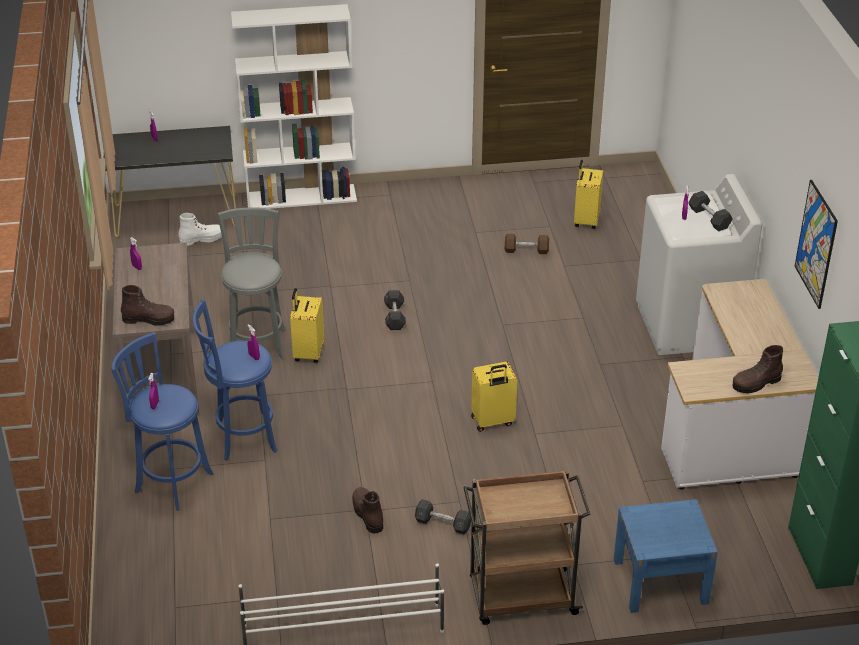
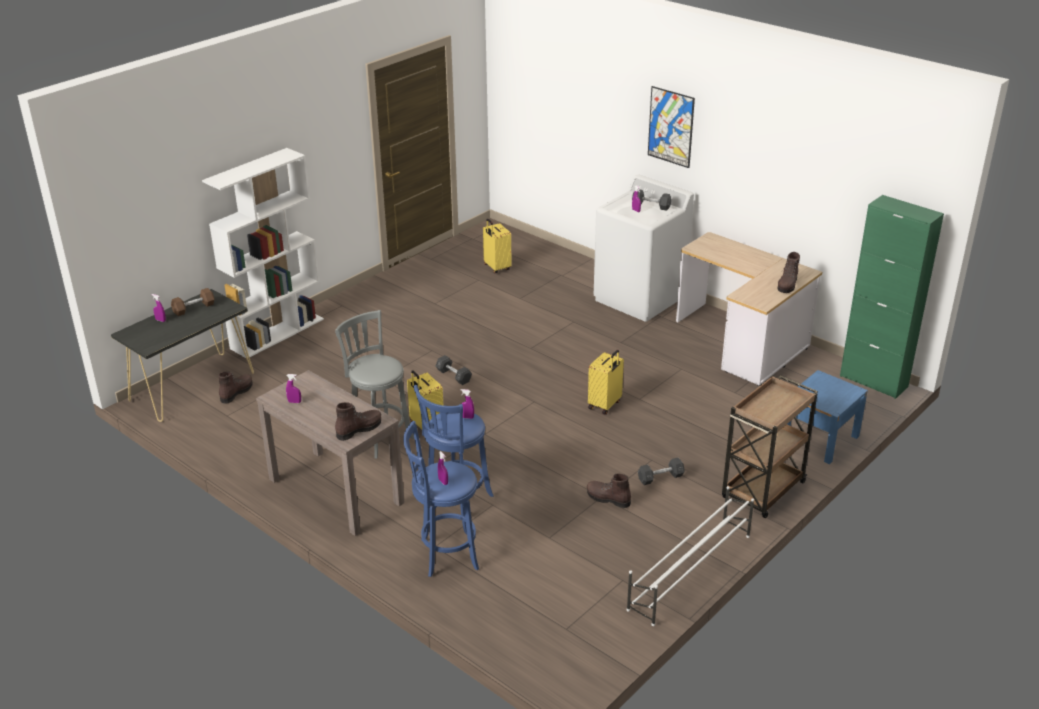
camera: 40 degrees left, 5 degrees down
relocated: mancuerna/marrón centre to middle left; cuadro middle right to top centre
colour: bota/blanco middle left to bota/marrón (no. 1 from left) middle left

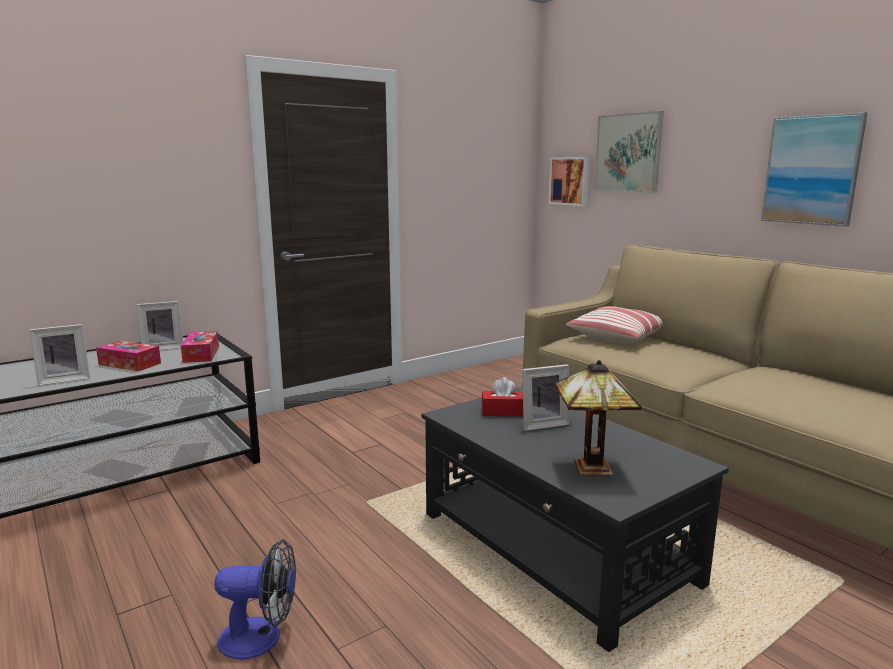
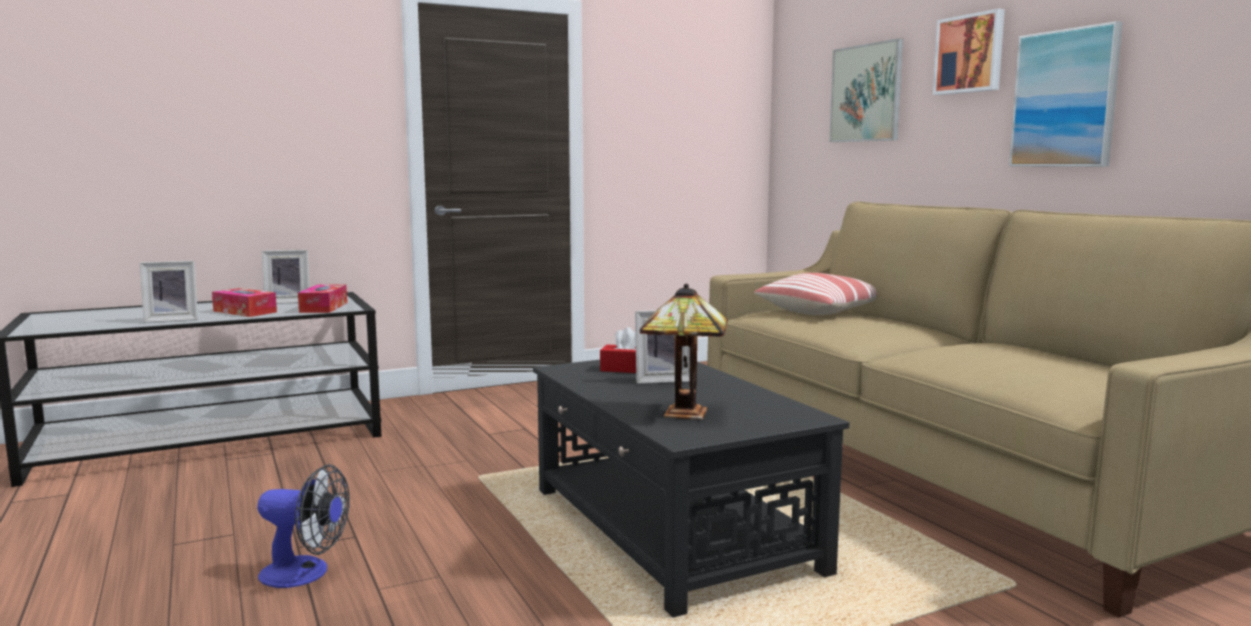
camera: 10 degrees right, 5 degrees down
relocated: cuadro (no. 1 from left in the first image) top centre to cuadro (no. 2 from left) top right

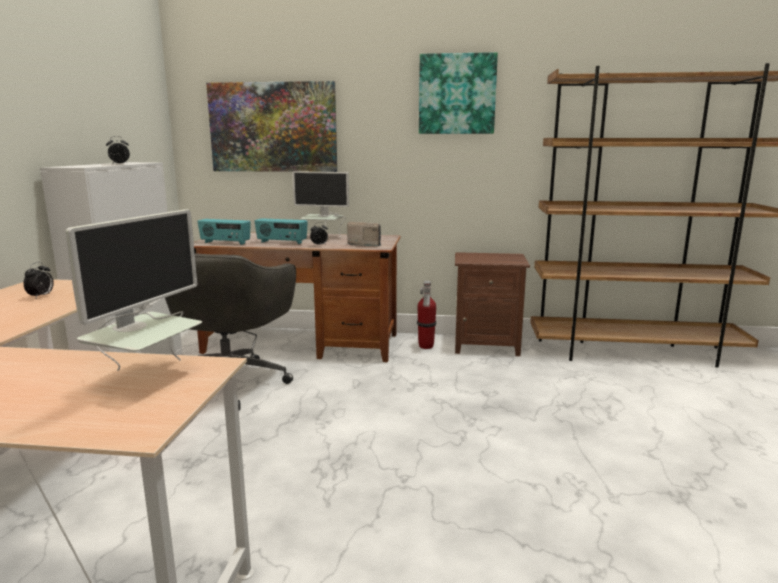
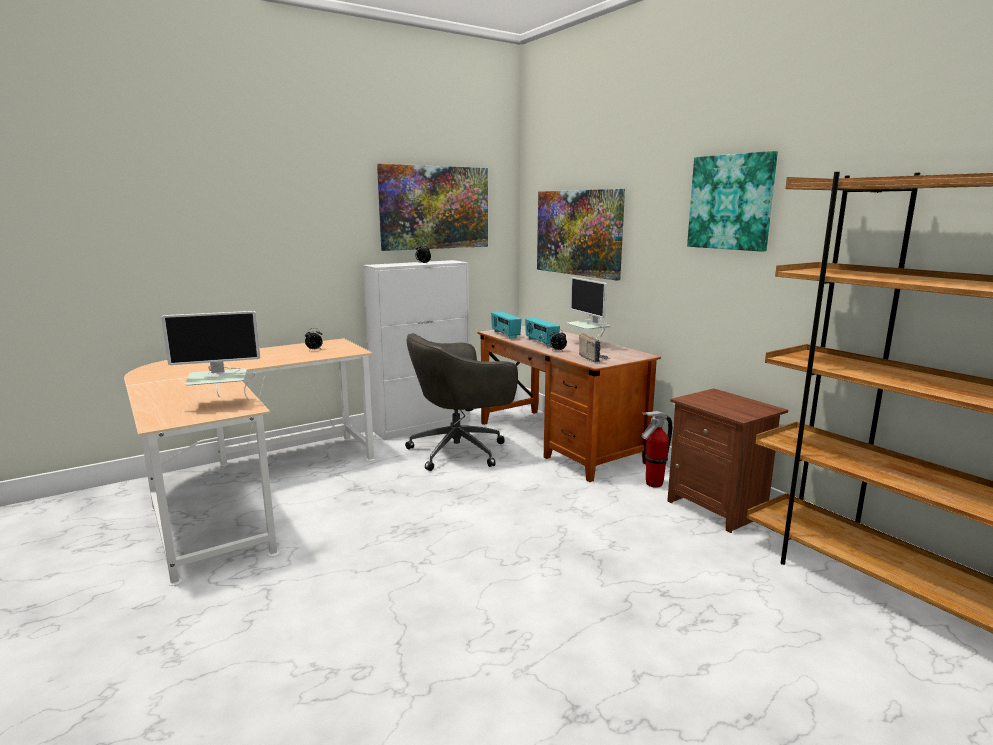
camera: 50 degrees right, 0 degrees up
appeared: cuadro (no. 1 from left) top centre

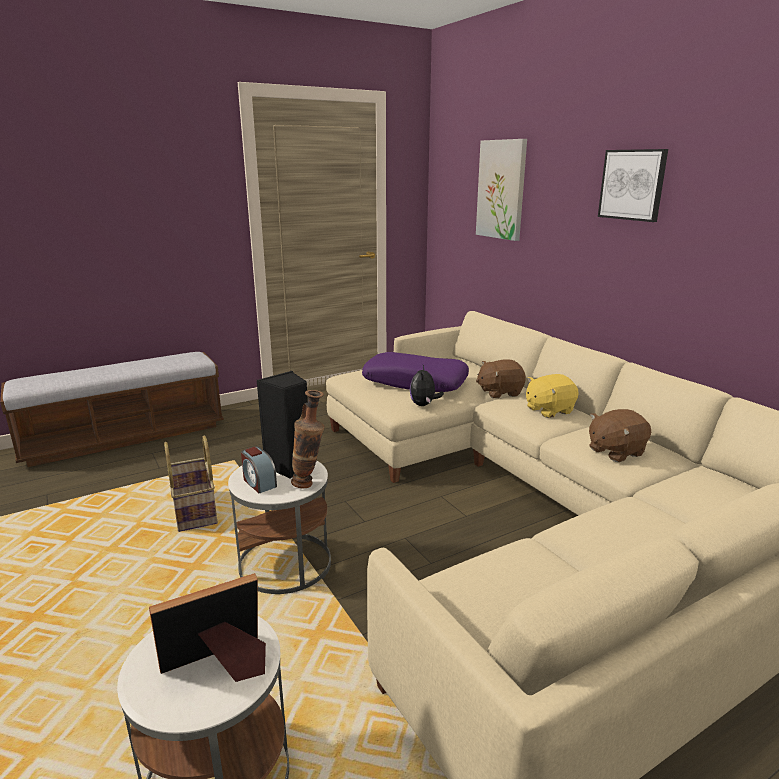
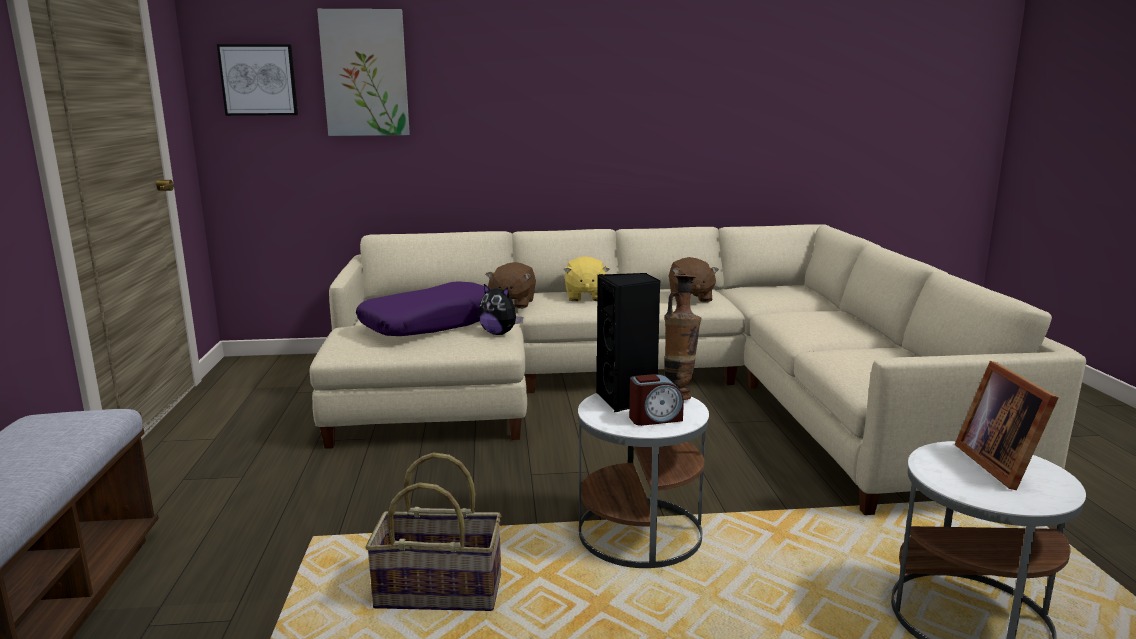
camera: 65 degrees left, 5 degrees down
relocated: cuadro (no. 2 from left in the first image) top right to cuadro (no. 1 from left) top left

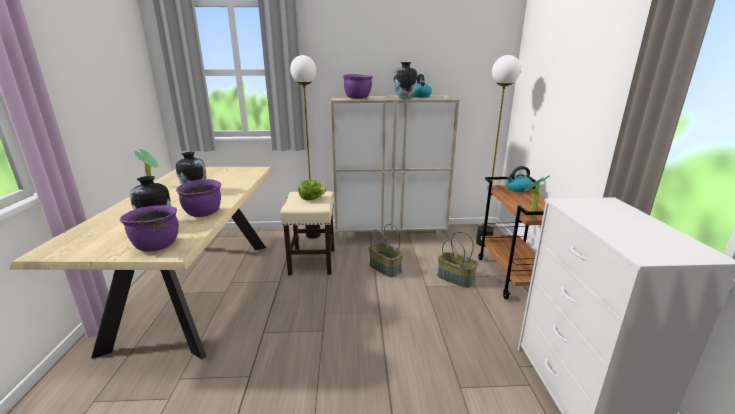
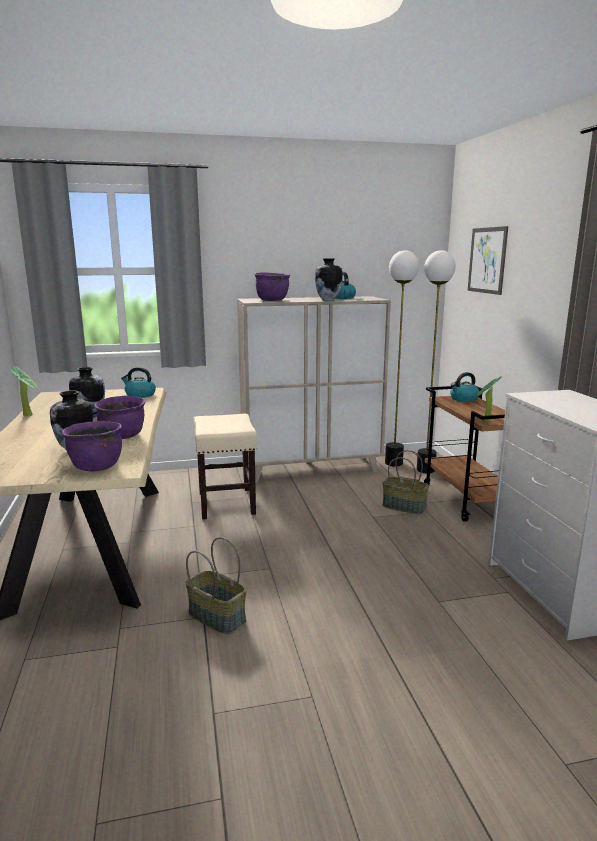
camera: 10 degrees left, 5 degrees down
missing: lechuga centre
appeared: hervidor (no. 1 from left) middle left; cuadro top right
relocated: lámpara de pie (no. 1 from left) centre to middle right; cesta (no. 1 from left) centre to bottom centre

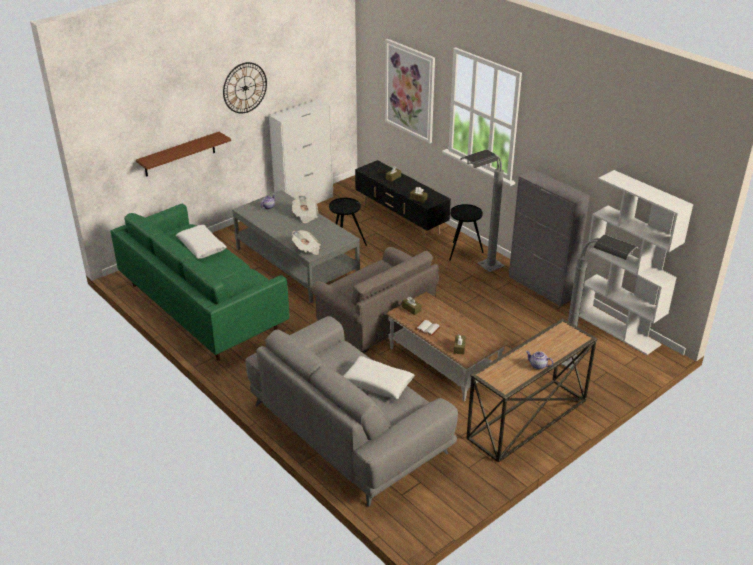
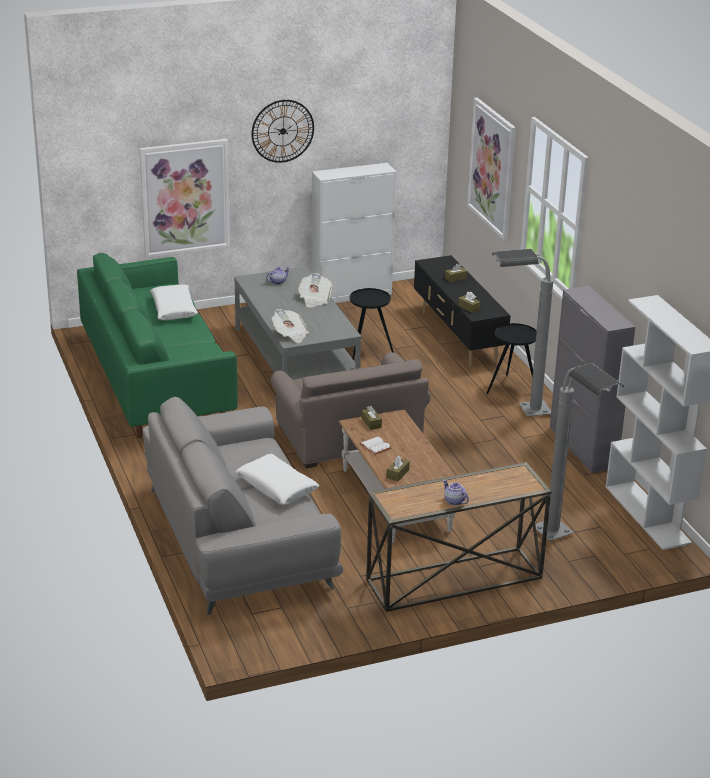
camera: 20 degrees right, 5 degrees down
exchanged: estante/marrón top left to cuadro (no. 1 from left) top left

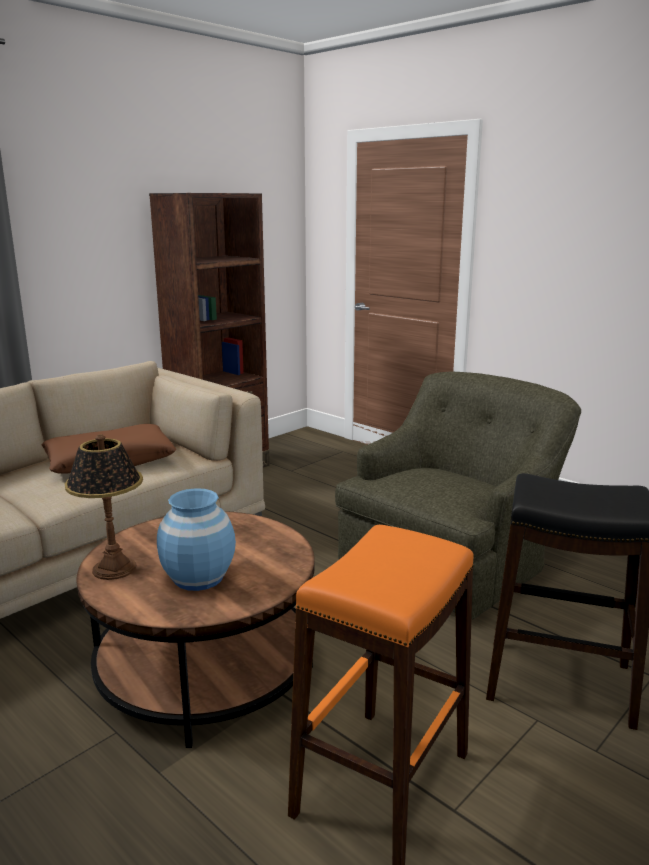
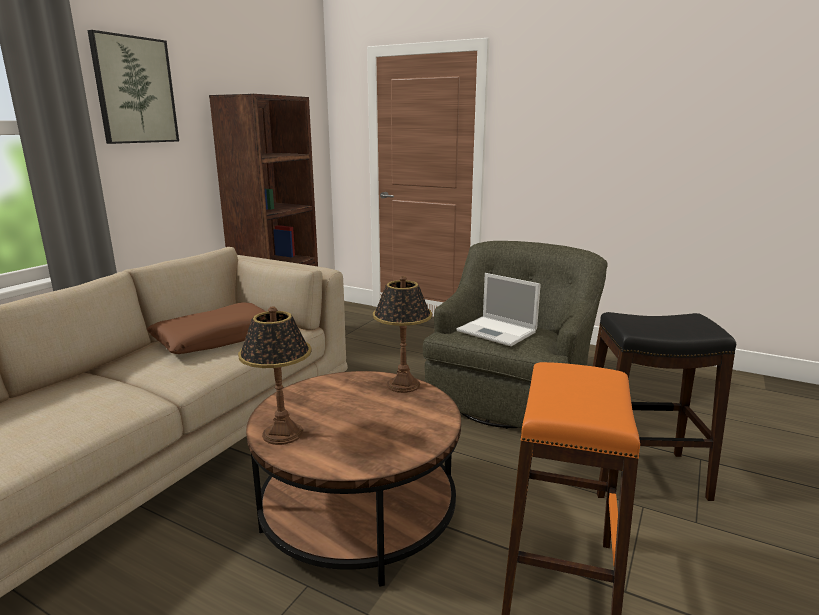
camera: 15 degrees left, 0 degrees up
missing: florero/azul middle left
appeared: cuadro top left; lámpara de mesa (no. 2 from left) centre; portátil centre

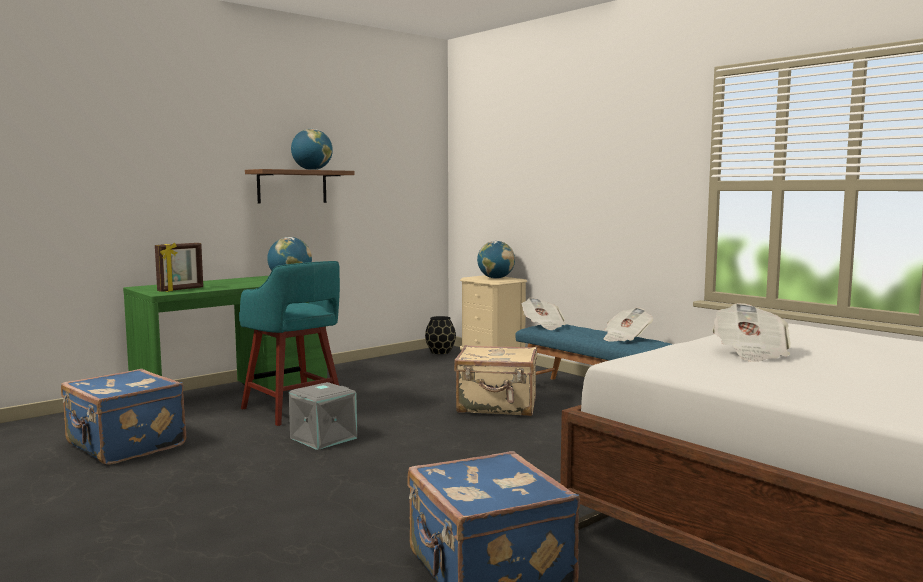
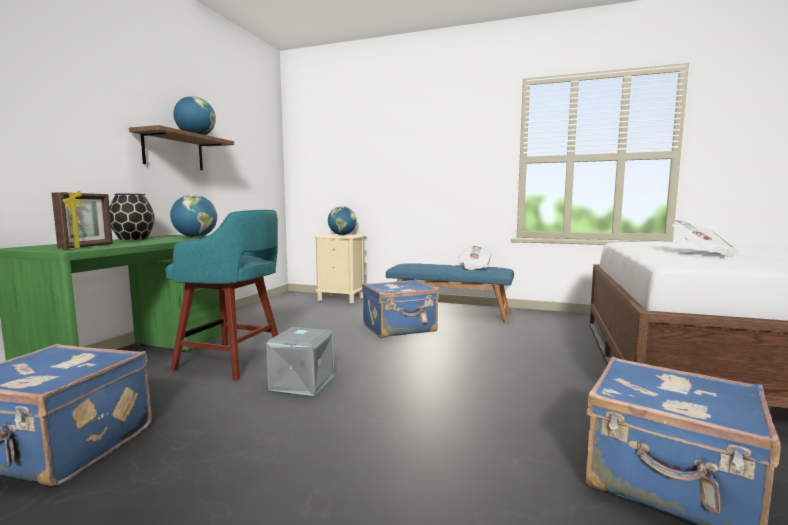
camera: 30 degrees left, 0 degrees up
missing: periódico (no. 1 from left) centre
relocated: florero/negro centre to middle left
colour: maleta/beis centre to maleta/azul (no. 2 from left) centre

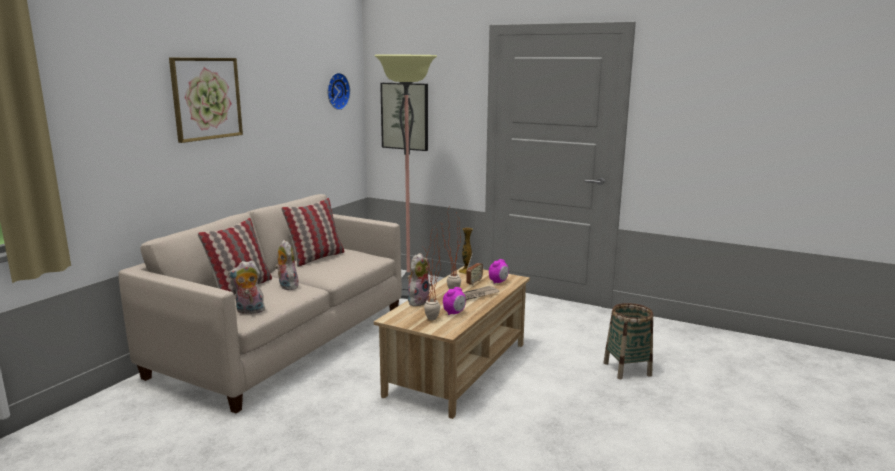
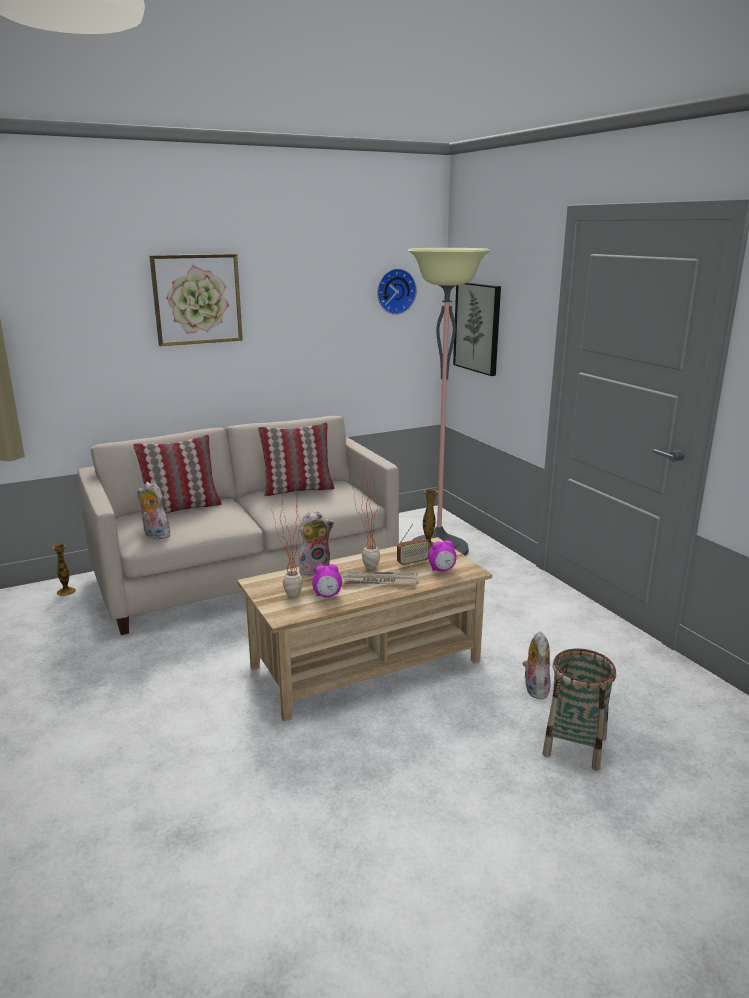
camera: 35 degrees right, 5 degrees up
appeared: florero (no. 1 from left) middle left
relocated: peluche (no. 2 from left in the first image) middle left to peluche (no. 3 from left) bottom right

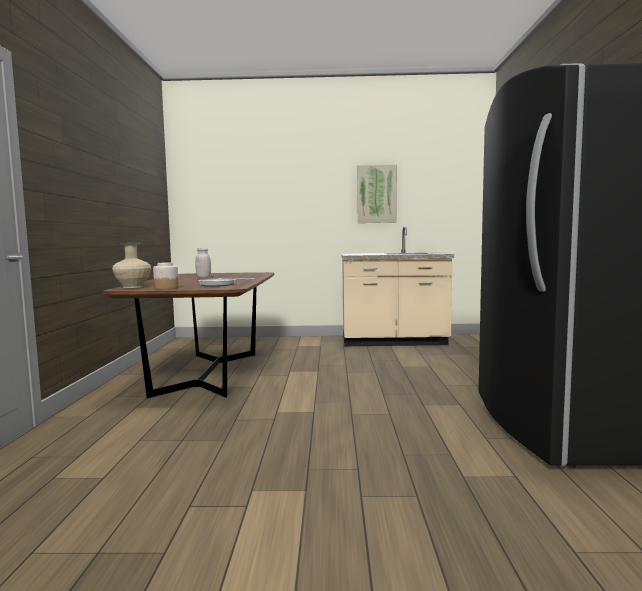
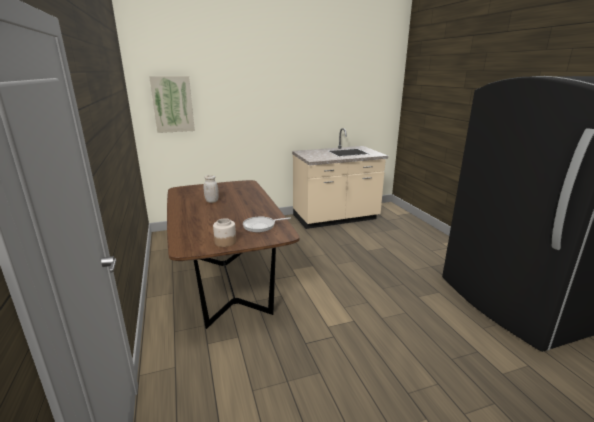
camera: 20 degrees left, 15 degrees up
missing: florero/beis middle left
relocated: cuadro top centre to top left

